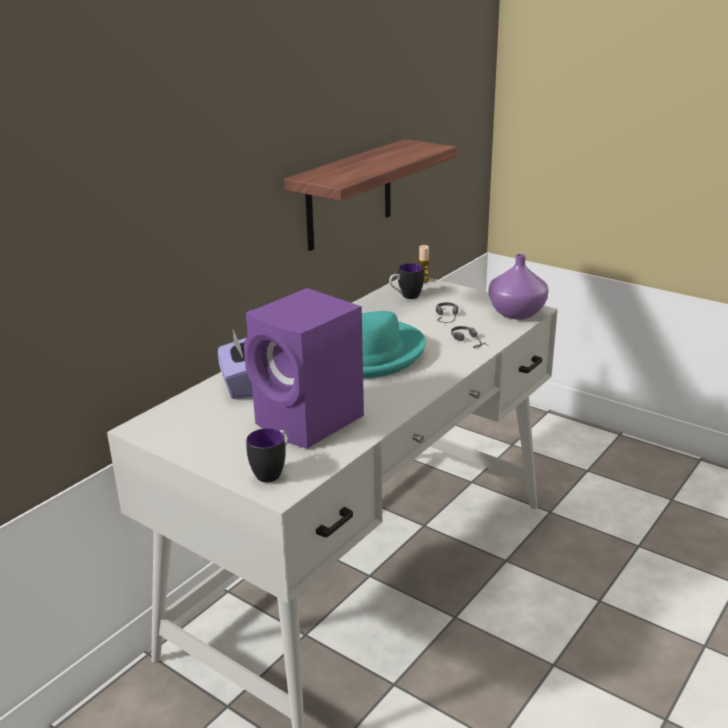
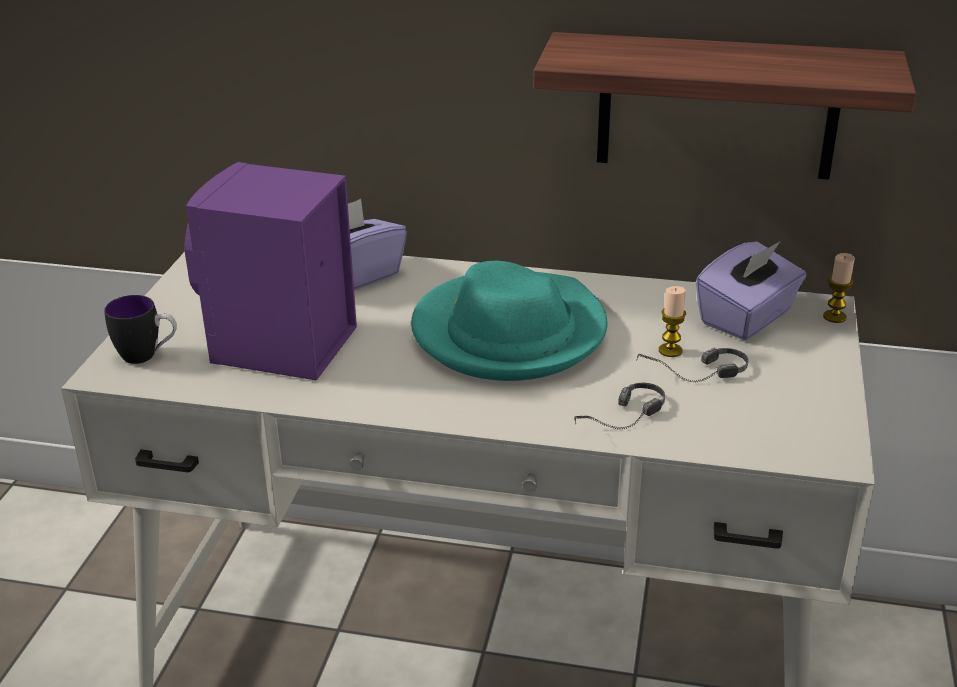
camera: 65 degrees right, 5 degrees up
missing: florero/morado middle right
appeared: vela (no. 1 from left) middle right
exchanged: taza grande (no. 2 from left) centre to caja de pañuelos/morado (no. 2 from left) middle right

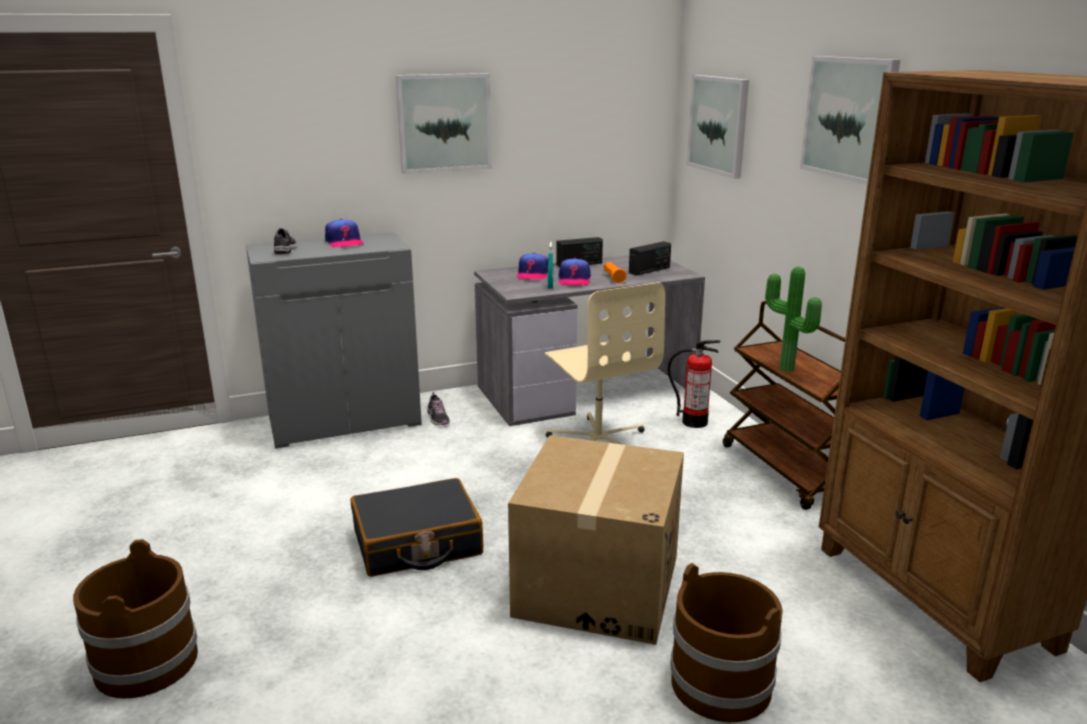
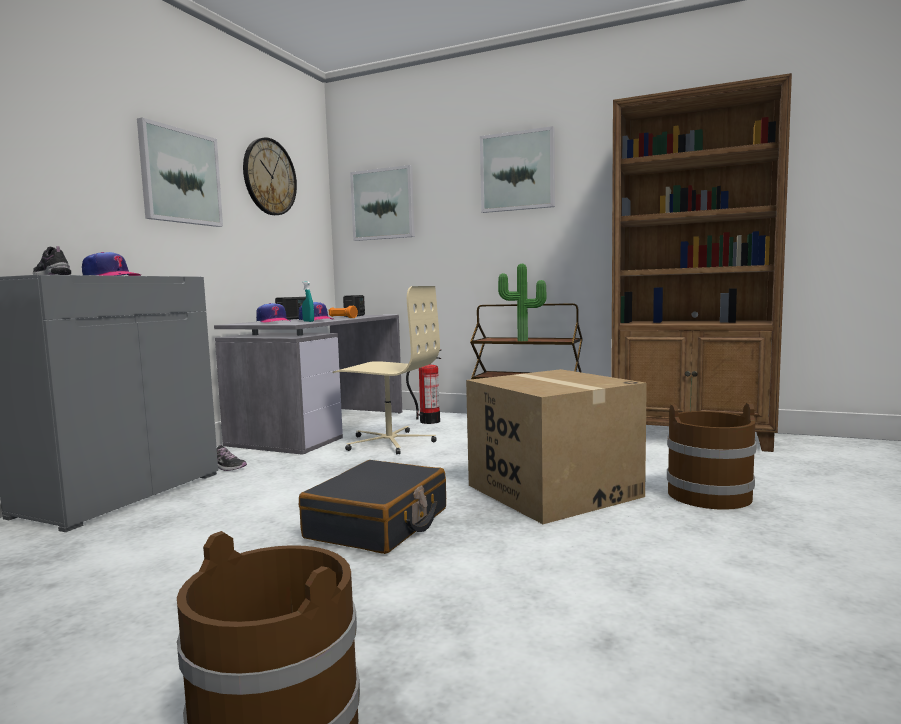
camera: 45 degrees left, 15 degrees down
appeared: reloj de pared top left

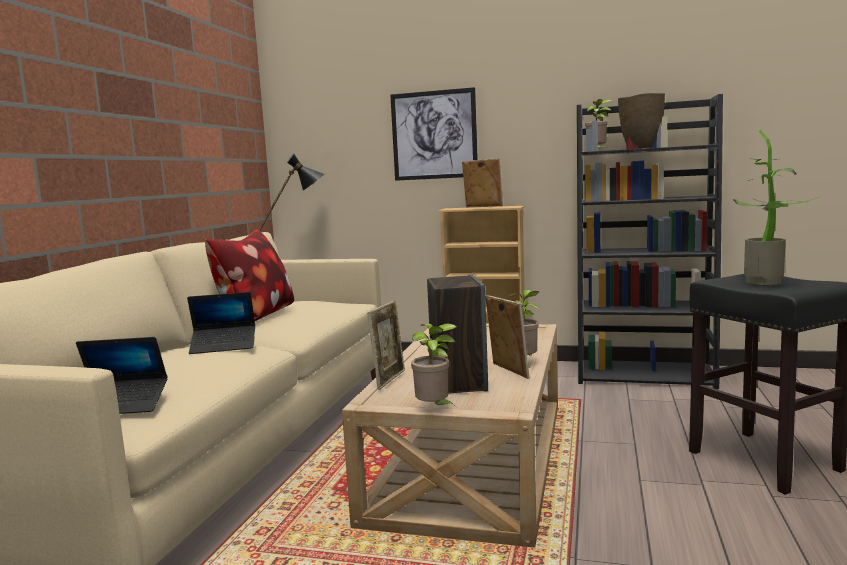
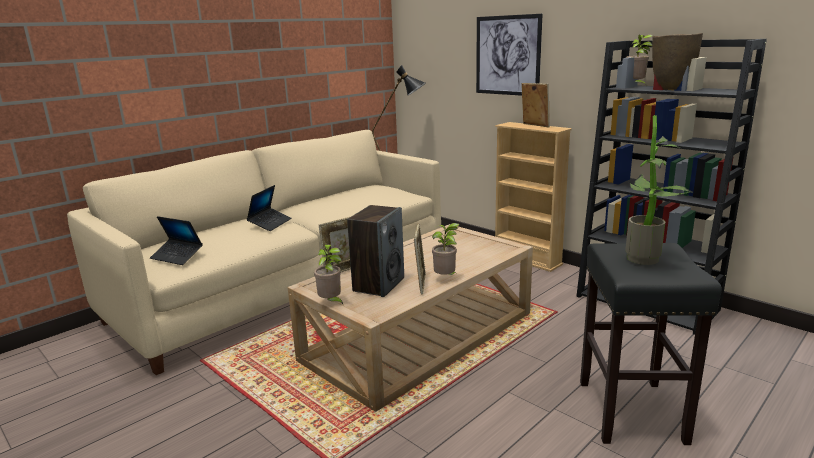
camera: 30 degrees right, 10 degrees up
missing: cojín middle left
spun: portátil (no. 2 from left) middle left = middle left 90 degrees counterclockwise

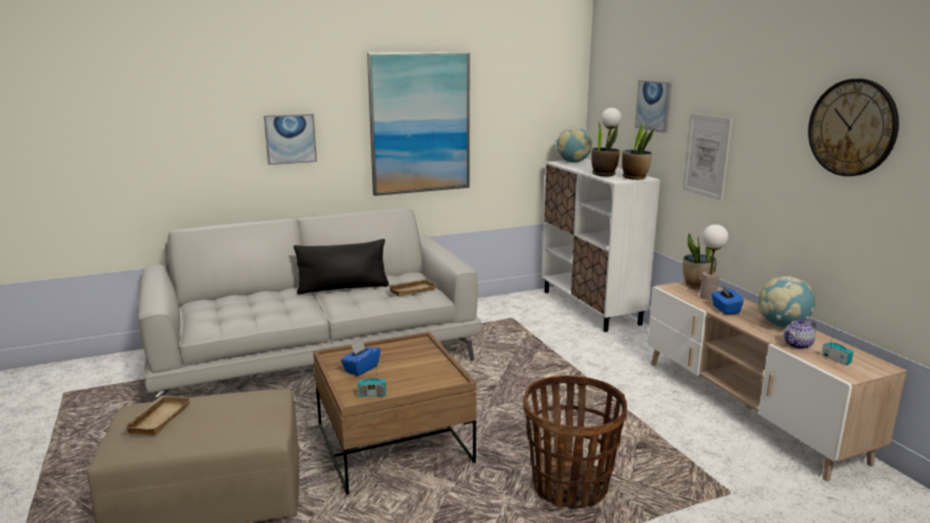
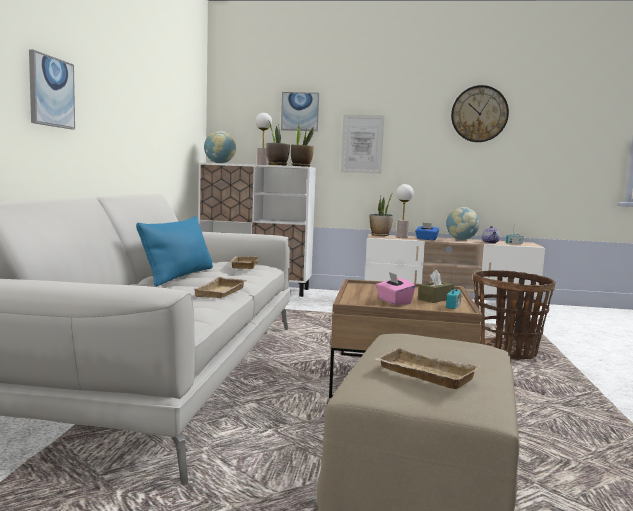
camera: 60 degrees left, 10 degrees down
missing: cuadro (no. 2 from left) top centre
appeared: bandeja/beis (no. 1 from left) centre; caja de pañuelos/marrón middle right
colour: cojín/negro centre to cojín/azul middle left; caja de pañuelos/azul (no. 1 from left) bottom centre to caja de pañuelos/rosa centre

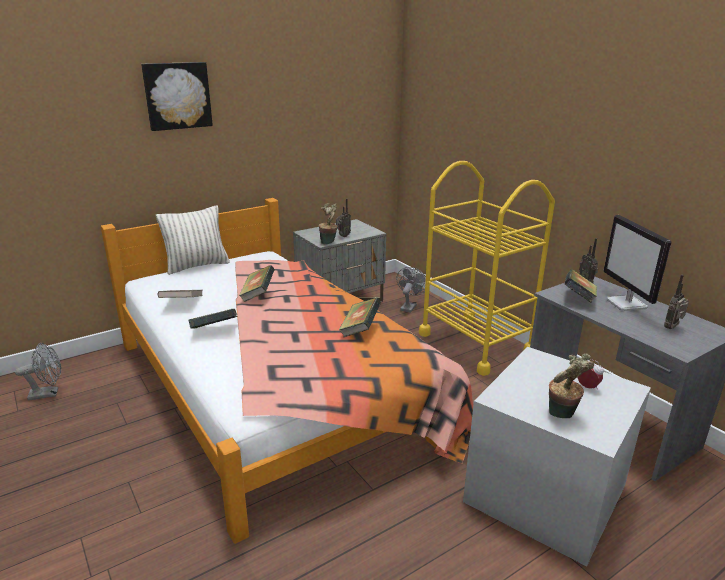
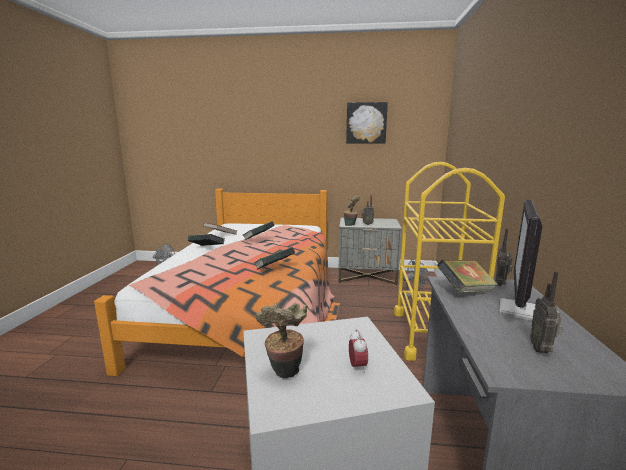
camera: 40 degrees right, 10 degrees down
missing: cojín middle left
relocated: cuadro top left to top centre
spun: radio (no. 3 from left) middle right = middle right 75 degrees counterclockwise

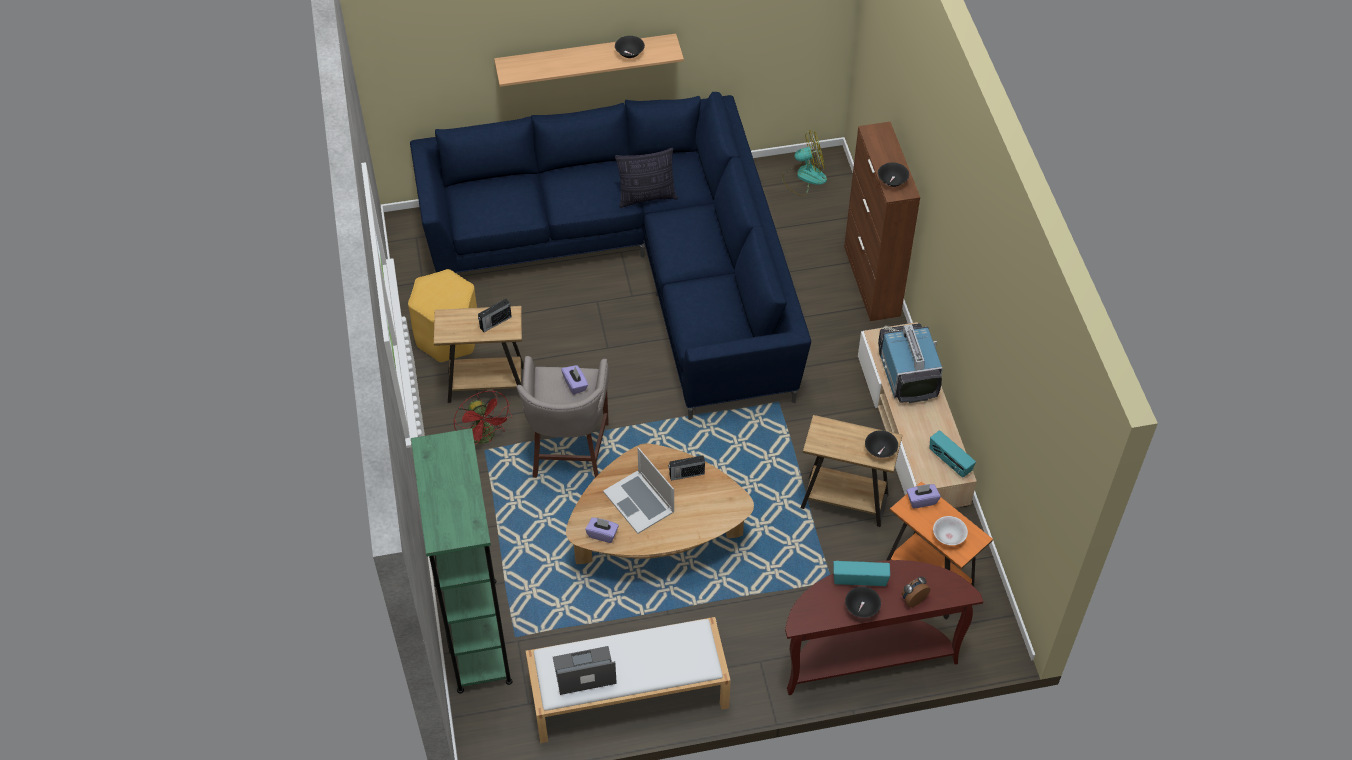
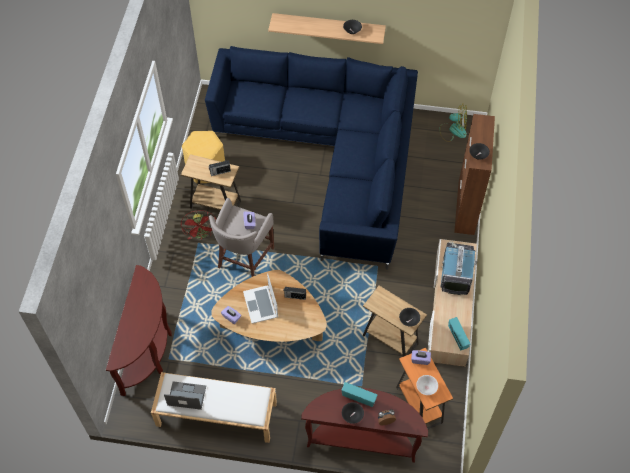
camera: 20 degrees right, 5 degrees up
missing: cojín top centre
exchanged: estantería/verde bottom centre to mesa consola/marrón (no. 1 from left) bottom left

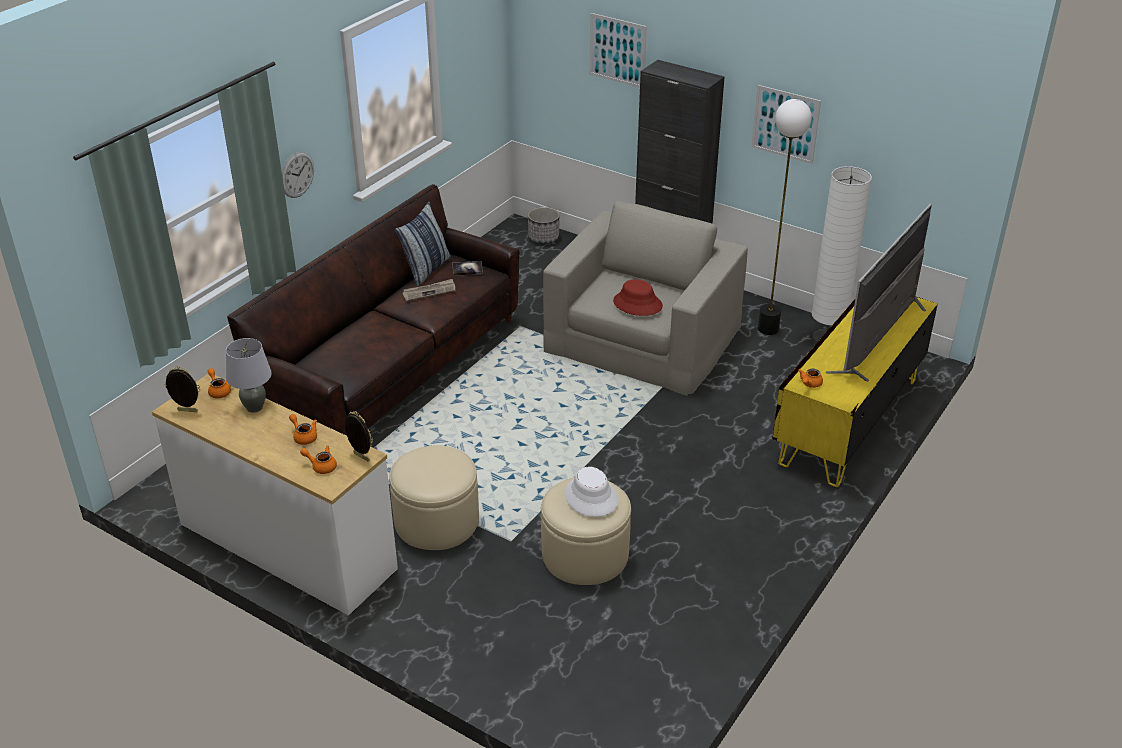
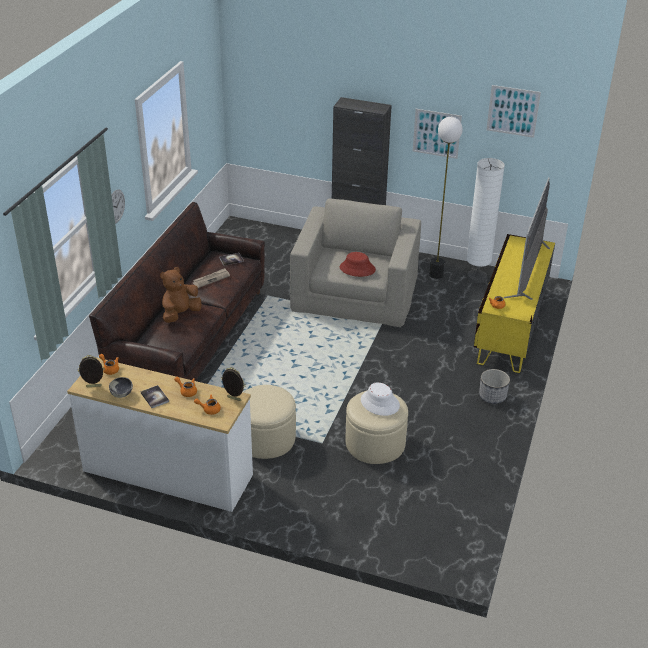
camera: 15 degrees left, 0 degrees up
missing: lámpara de mesa/gris middle left; cojín top centre
appeared: cuenco middle left; libro (no. 1 from left) middle left; peluche/marrón middle left
relocated: maceta top centre to middle right; cuadro (no. 1 from left in the first image) top centre to cuadro (no. 2 from left) top right

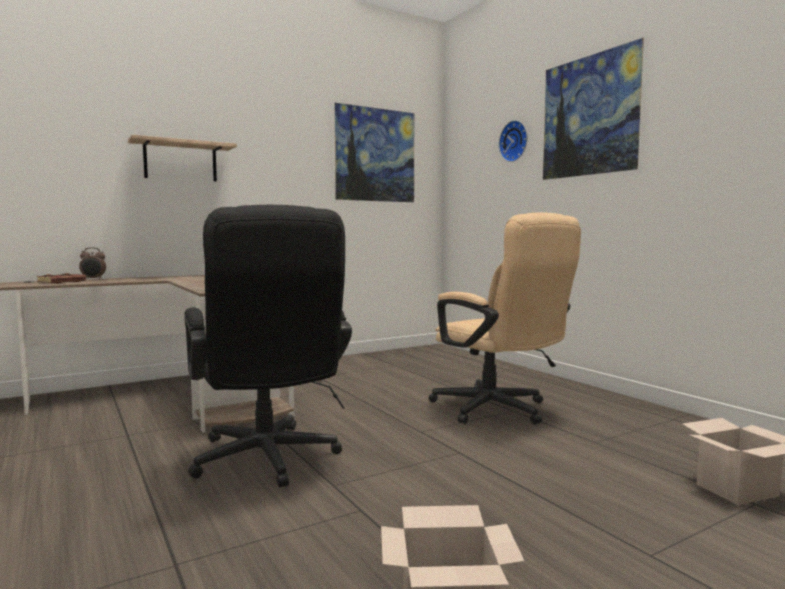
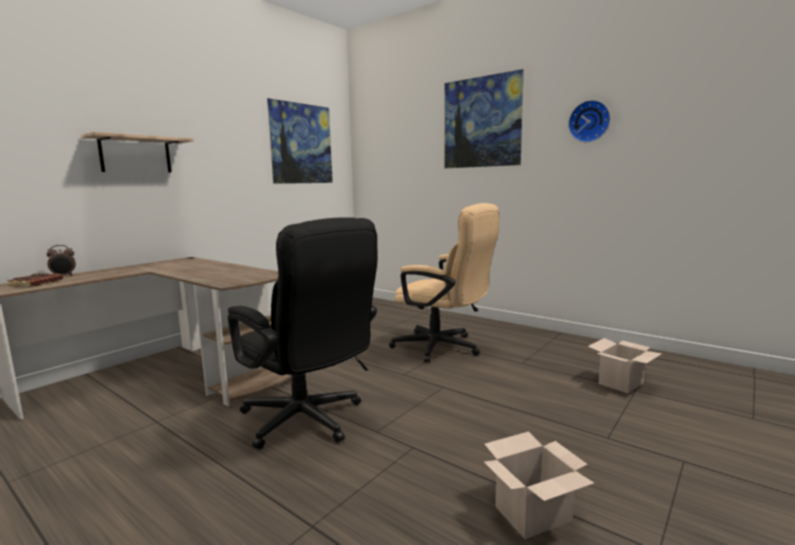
camera: 20 degrees left, 5 degrees up
relocated: reloj de pared top centre to top right

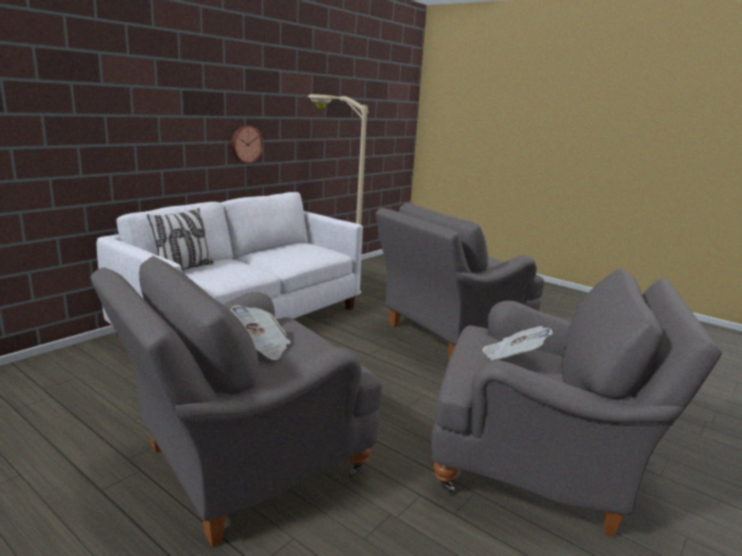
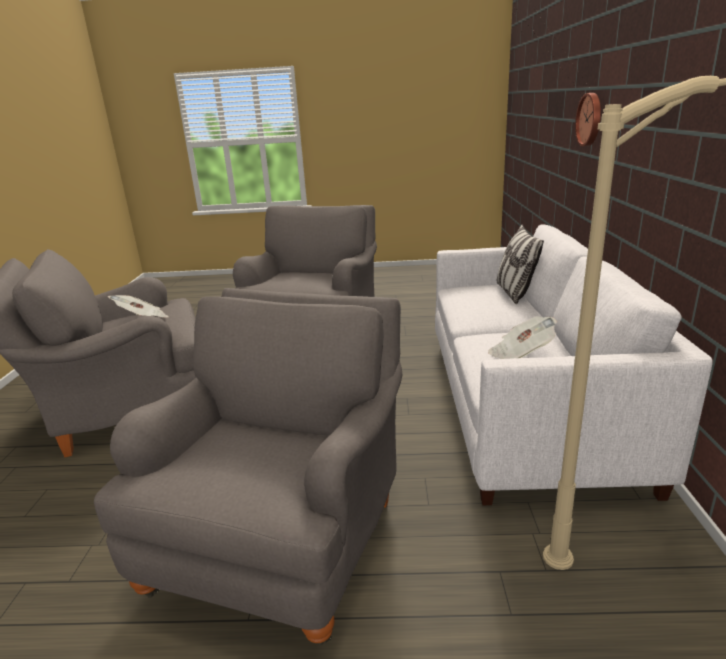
camera: 145 degrees right, 5 degrees up
relocated: periódico (no. 1 from left in the first image) centre to periódico (no. 2 from left) middle right; reloj de pared top left to top right

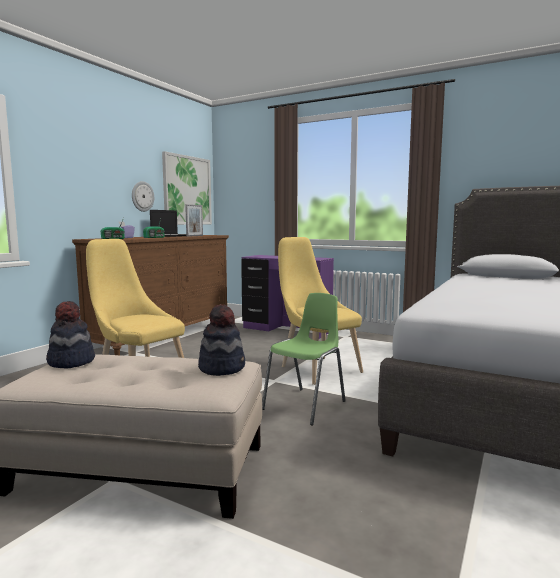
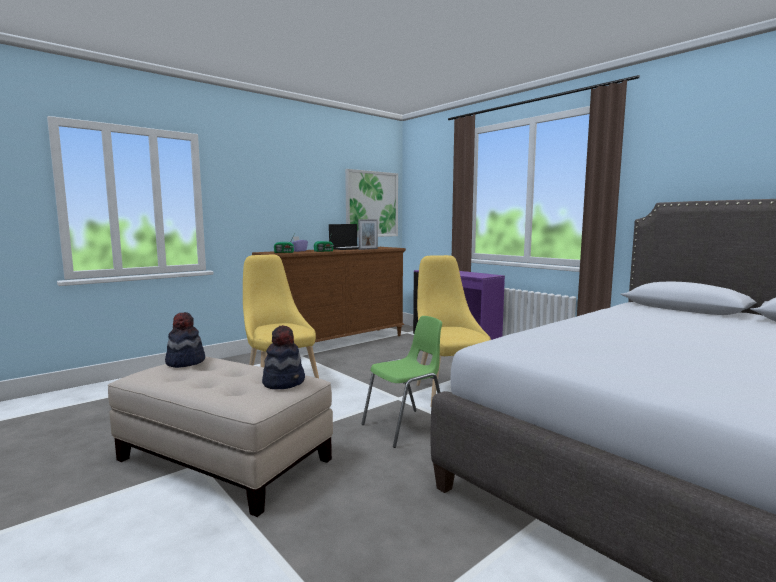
camera: 20 degrees right, 0 degrees up
missing: reloj de pared middle left

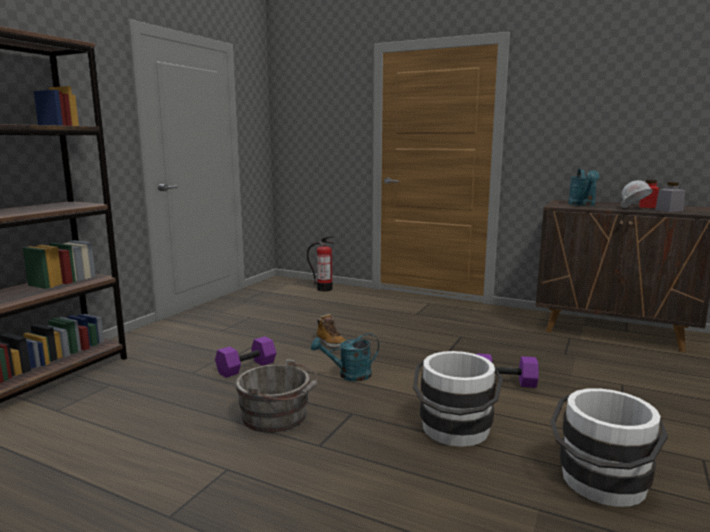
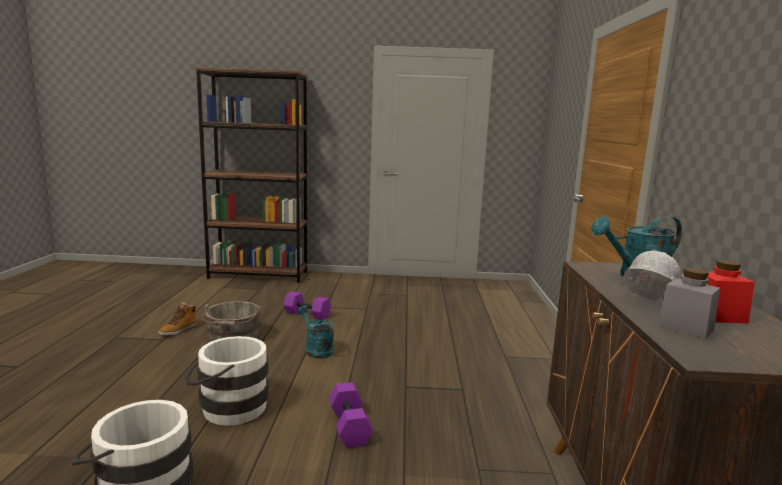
camera: 65 degrees right, 0 degrees up
missing: extintor centre
relocated: bota centre to middle left

